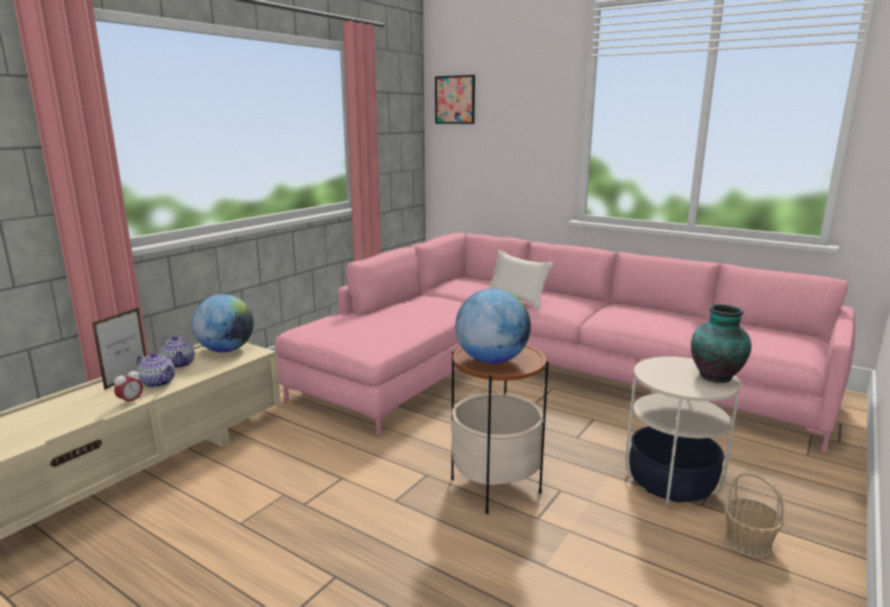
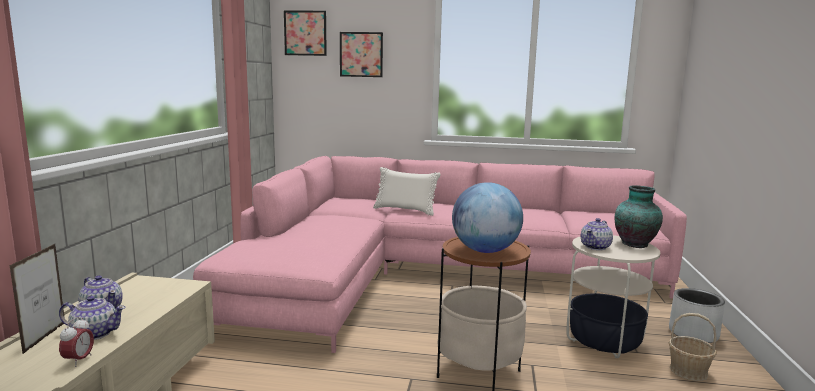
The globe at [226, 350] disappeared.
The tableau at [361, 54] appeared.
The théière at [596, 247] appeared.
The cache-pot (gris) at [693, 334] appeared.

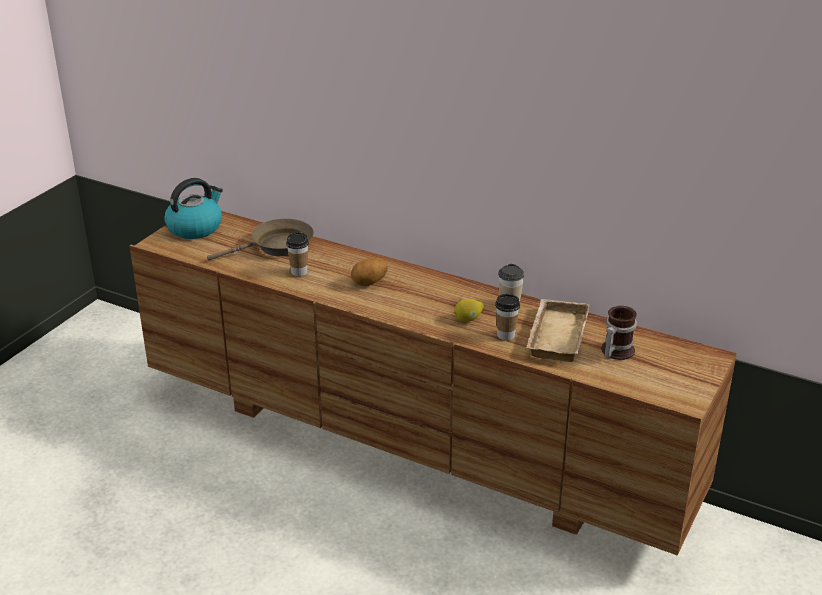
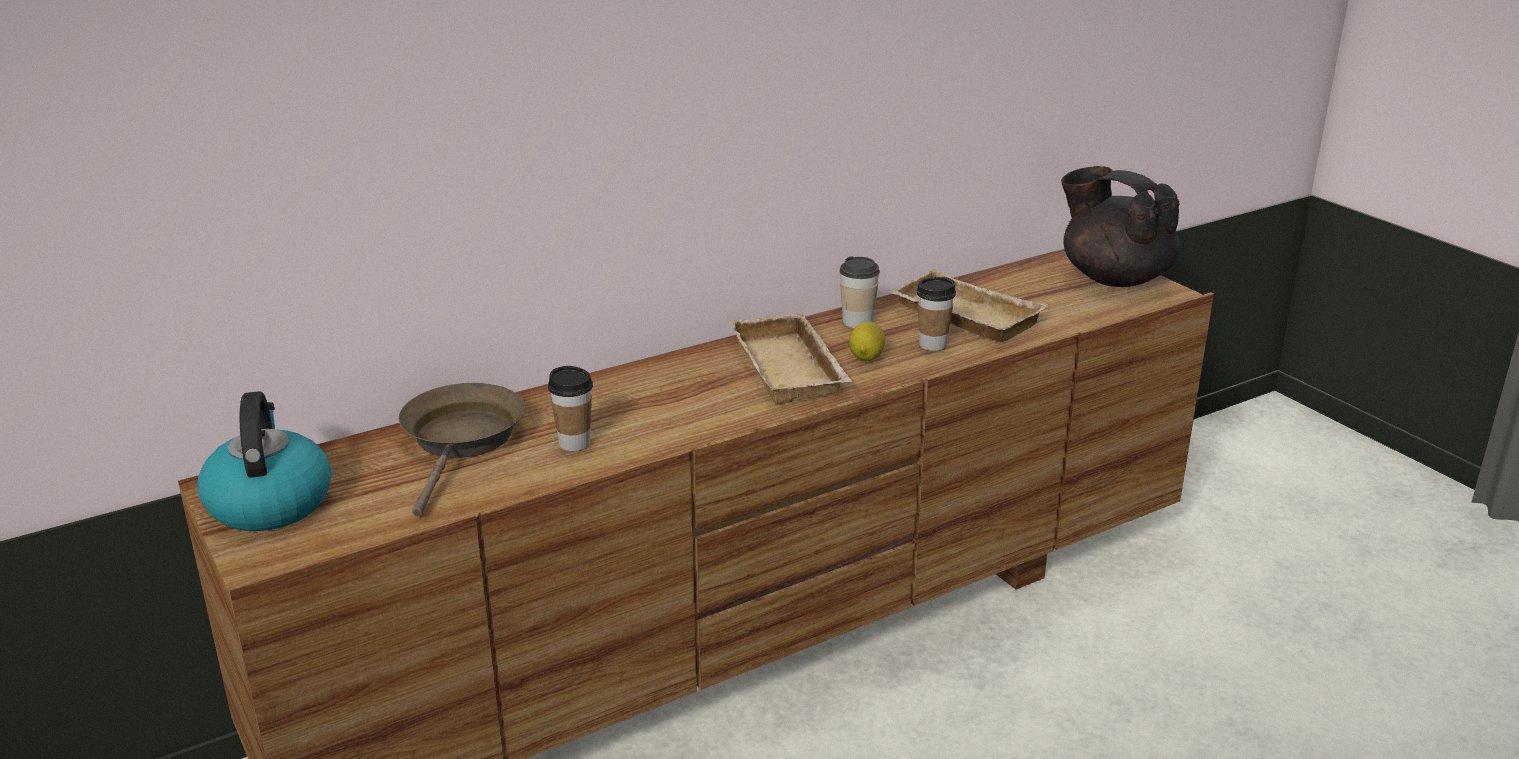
The pomme de terre at [369, 283] disappeared.
The mug at [614, 351] disappeared.
The plateau (beige) at [793, 369] appeared.
The théière (noir) at [1113, 278] appeared.

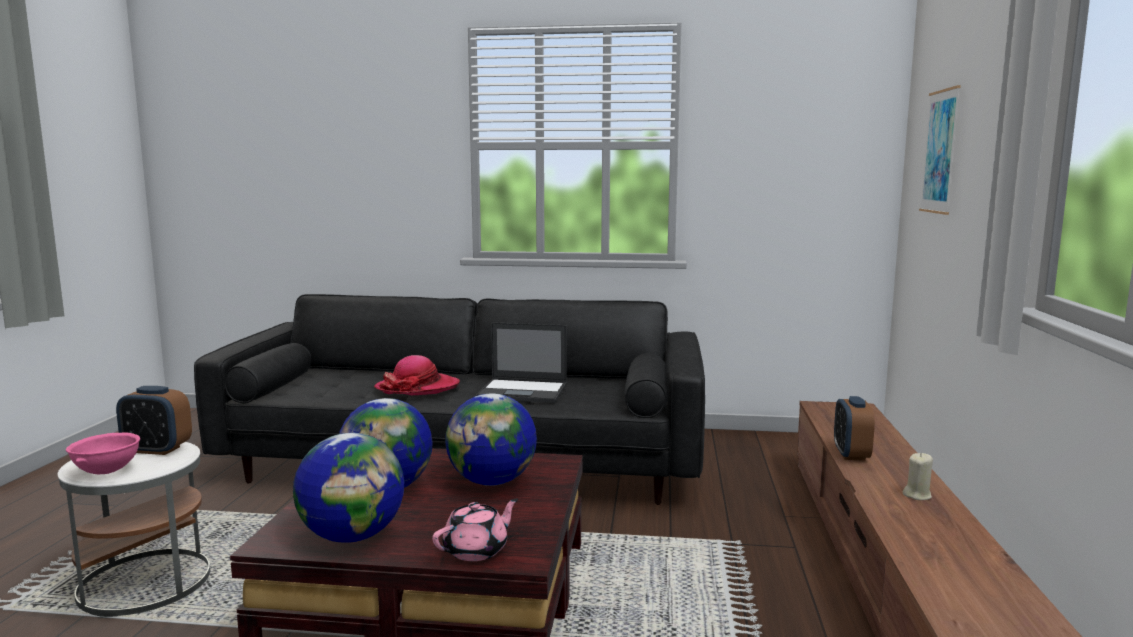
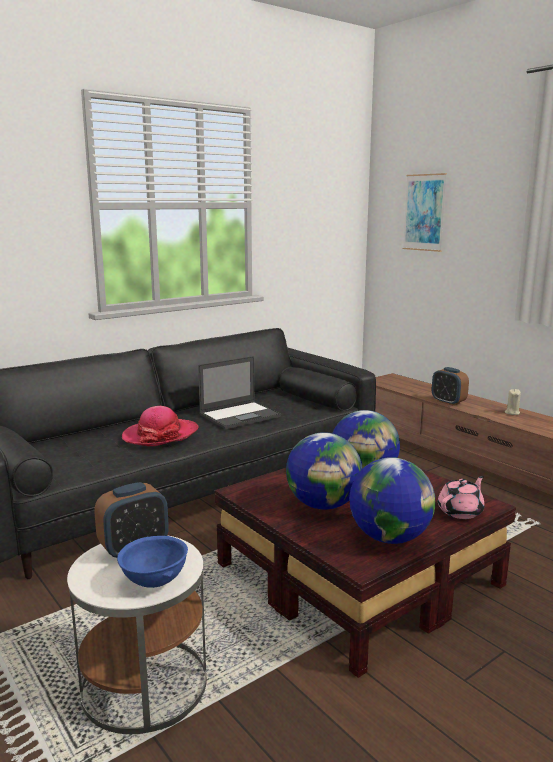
The bol (rose) at [105, 472] became the bol (bleu) at [154, 582].
The théière (rose) at [477, 550] turned 45 degrees clockwise.

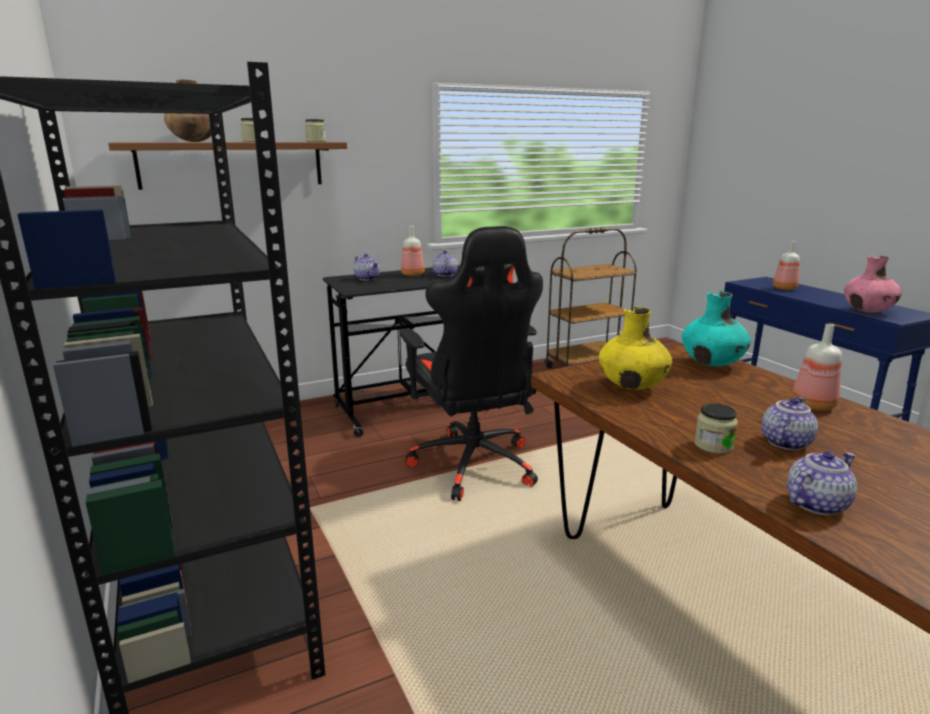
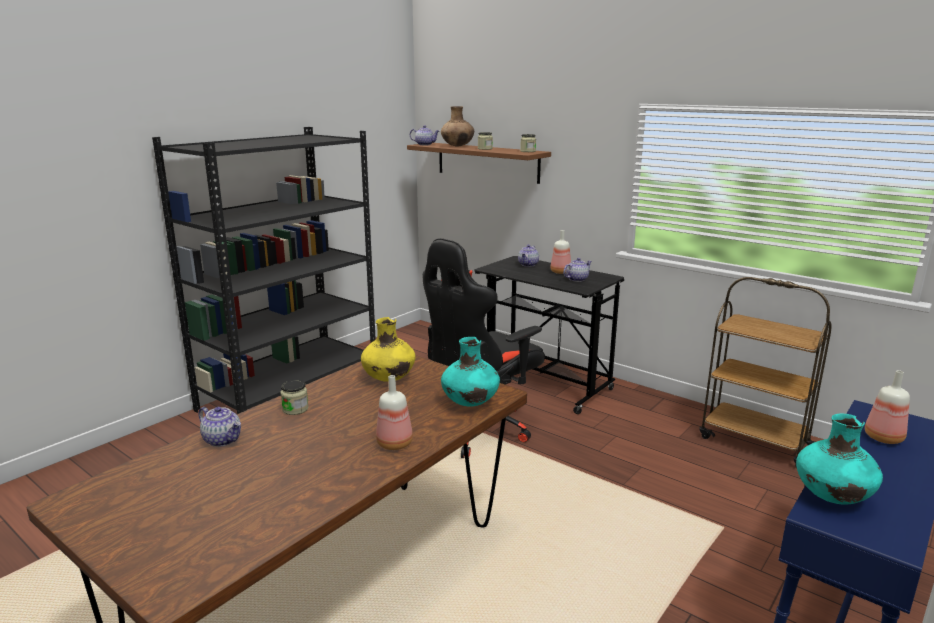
The théière moved from [784, 442] to [425, 144].
The vase (rose) at [868, 311] became the vase (turquoise) at [832, 497].

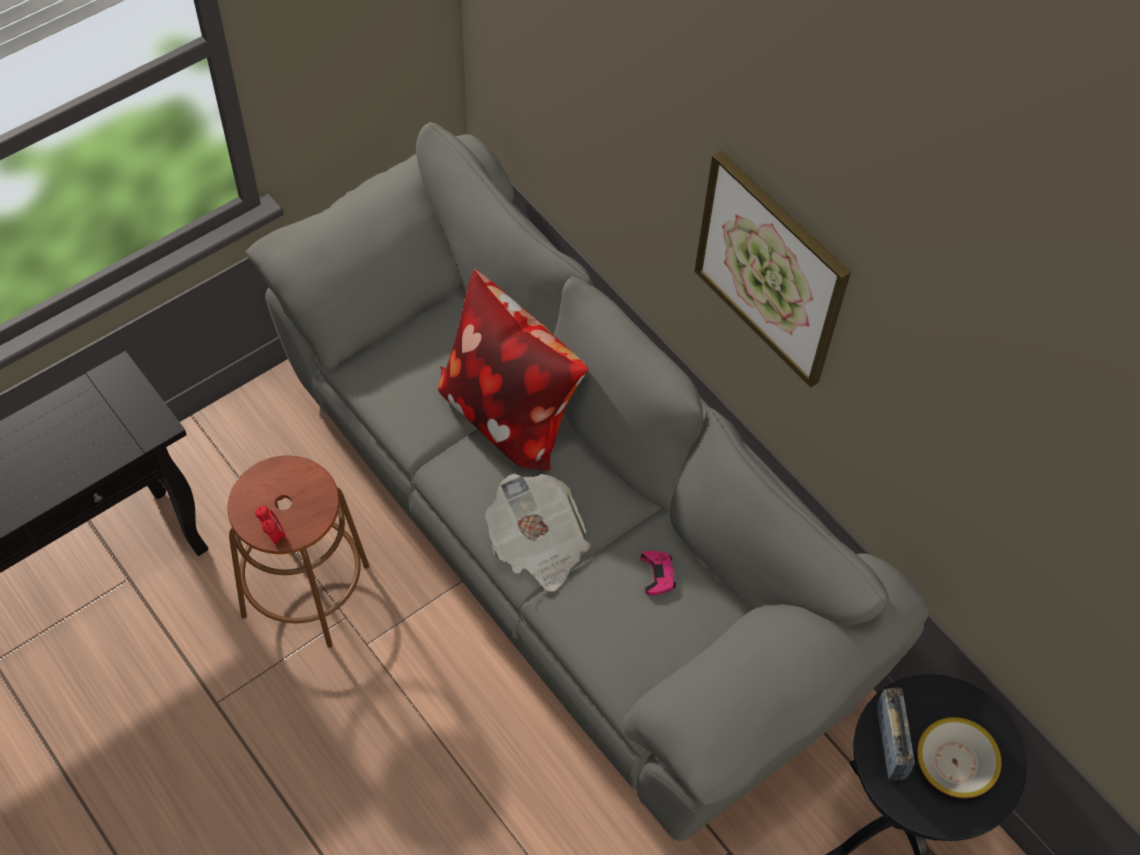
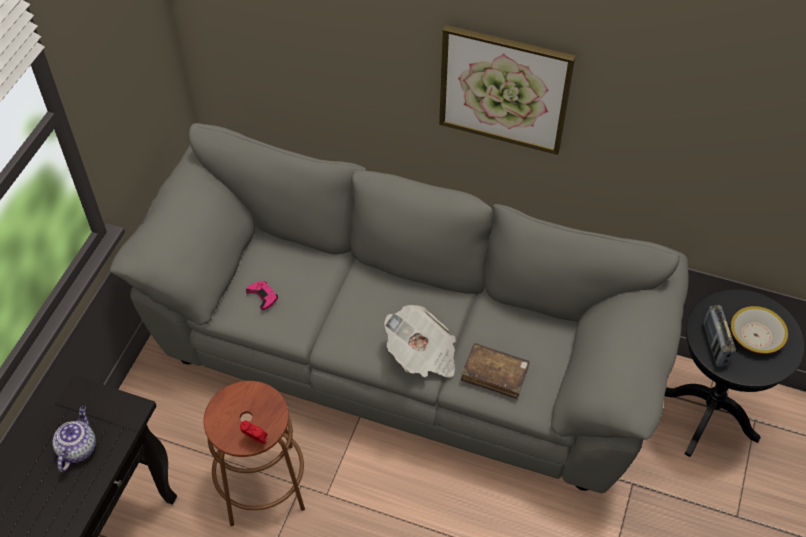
The coussin at [508, 411] disappeared.
The théière at [78, 448] appeared.
The livre (marron) at [495, 374] appeared.
The manette (rose) moved from [657, 574] to [263, 296].
The radio at [890, 742] turned 150 degrees counterclockwise.

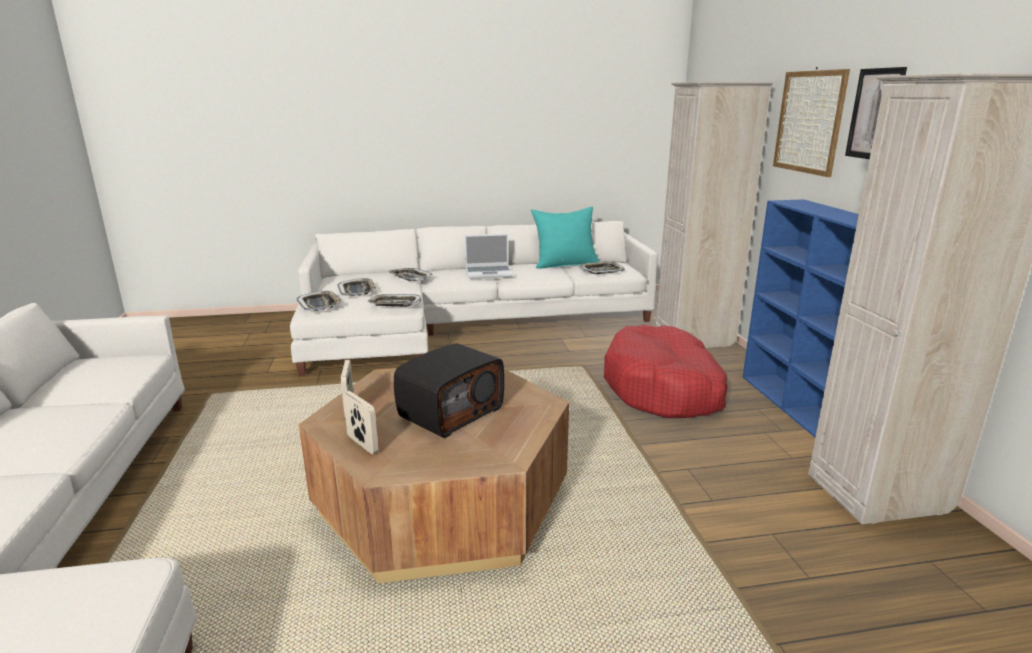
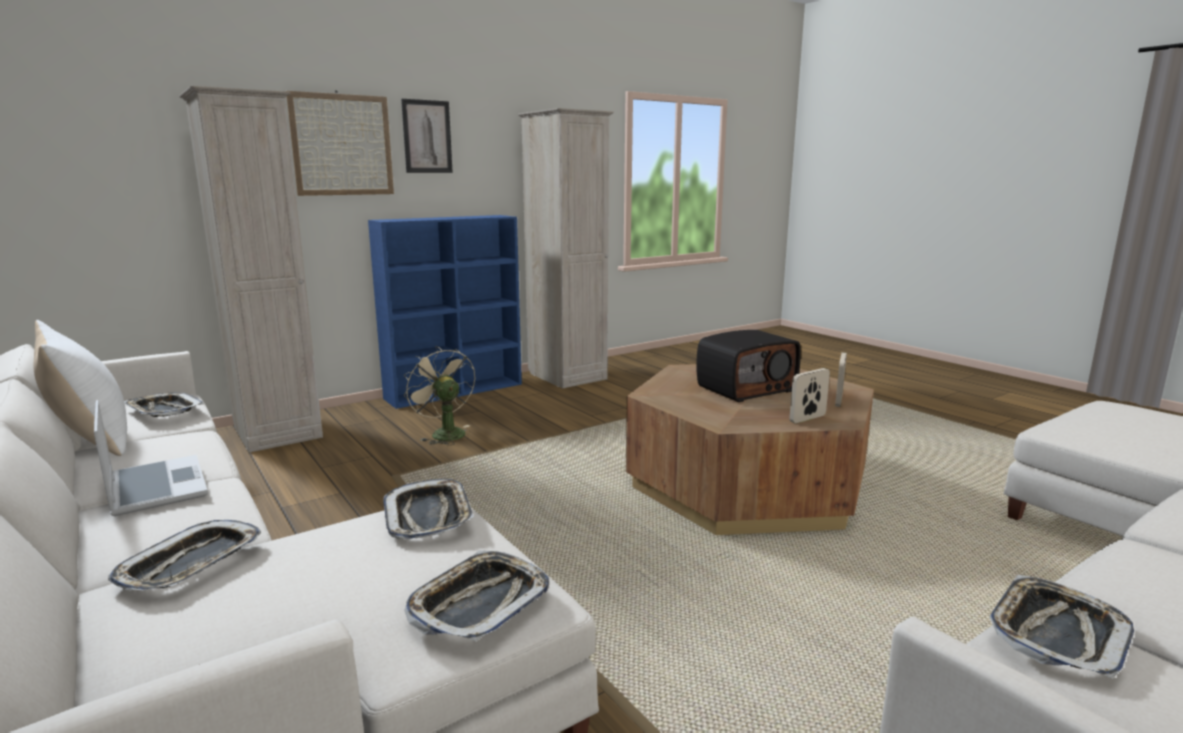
The plateau moved from [357, 291] to [1057, 633].
The panier pour chien (rouge) at [663, 389] was replaced by the ventilateur (beige) at [443, 433].
The coussin (turquoise) at [565, 264] became the coussin (blanc) at [91, 440].
The radio at [450, 412] turned 135 degrees clockwise.

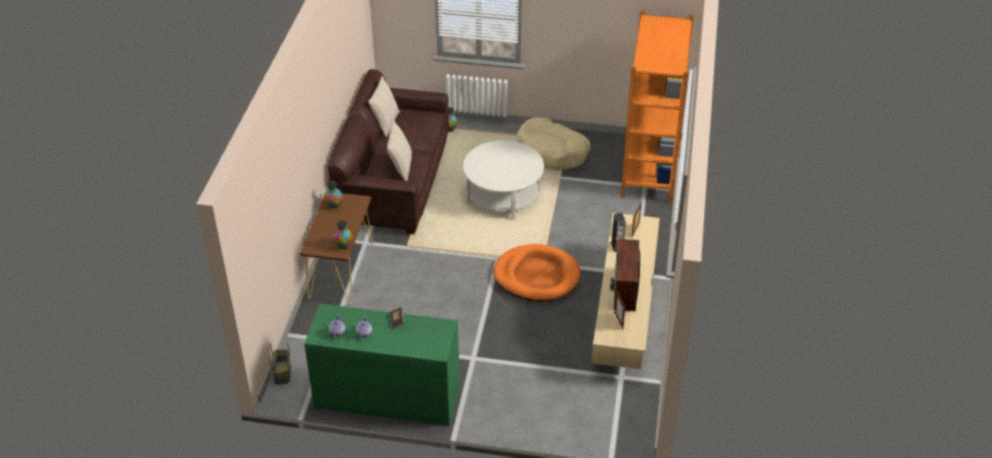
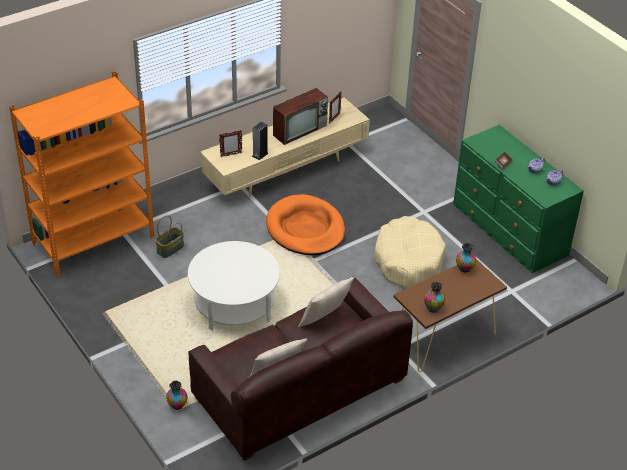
The panier moved from [282, 372] to [170, 249].
The panier pour chien (beige) moved from [552, 152] to [408, 260].

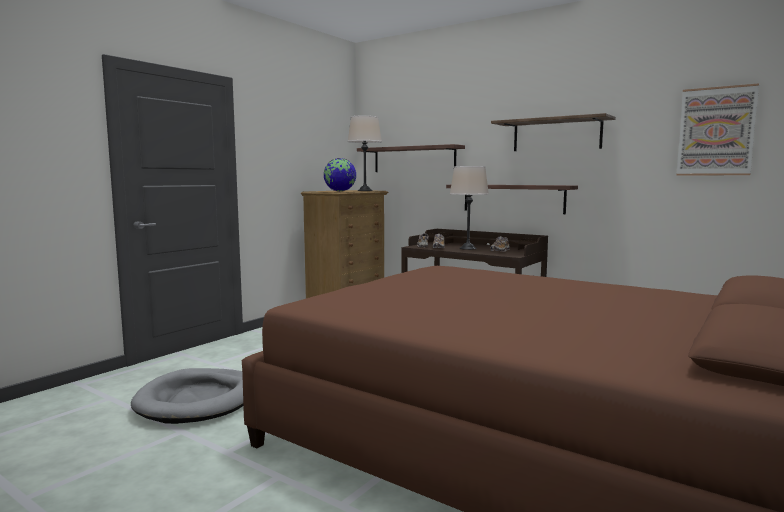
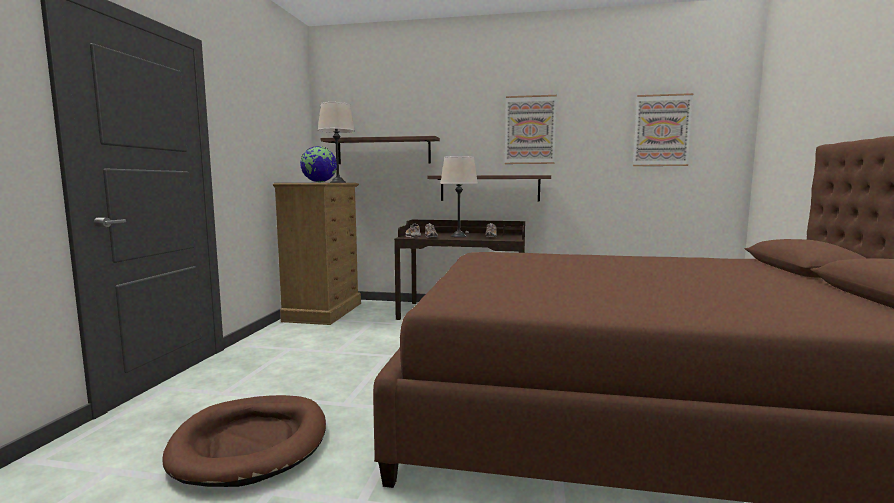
The étagère at [556, 135] was replaced by the tableau at [530, 130].
The panier pour chien (gris) at [199, 400] became the panier pour chien (marron) at [251, 443].

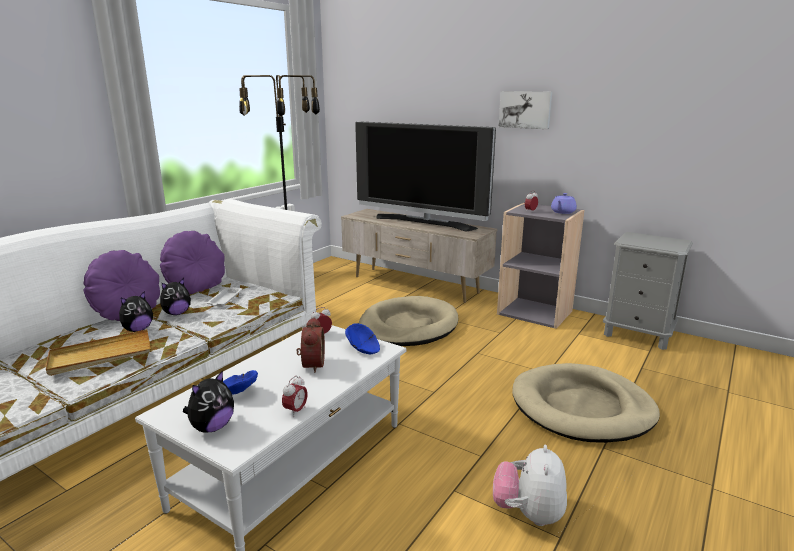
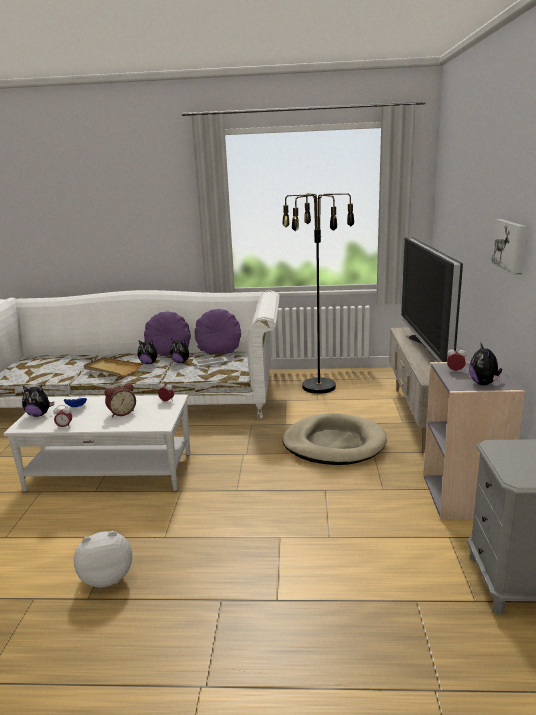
The bol (bleu) at [363, 349] disappeared.
The panier pour chien (beige) at [582, 407] disappeared.
The théière (violet) at [562, 212] was replaced by the peluche at [484, 384].

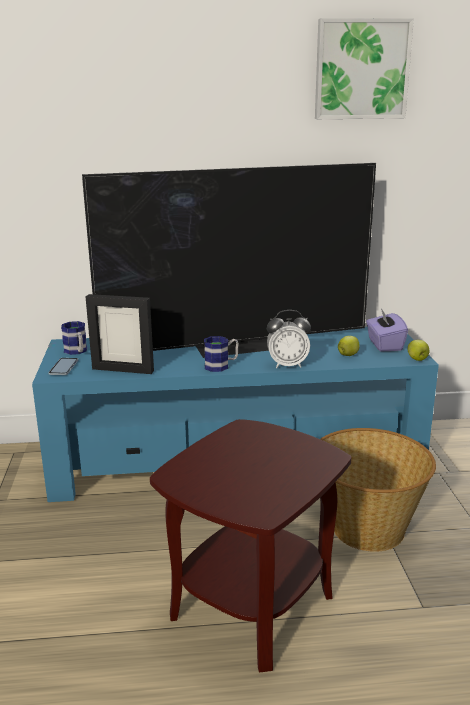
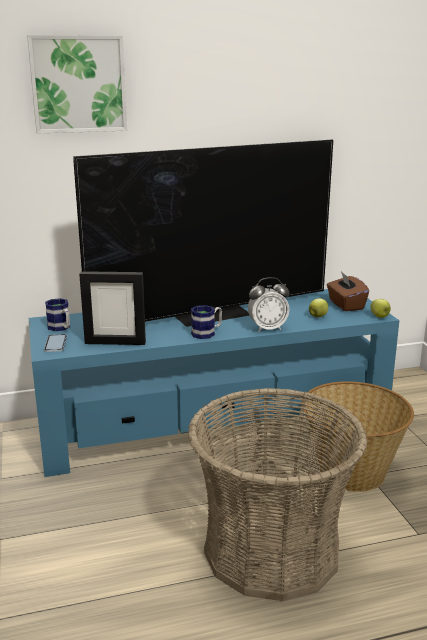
The tableau moved from [361, 70] to [78, 84].
The table d'appoint (marron) at [252, 606] was replaced by the panier at [272, 550].
The boîte à mouchoirs (violet) at [384, 344] became the boîte à mouchoirs (marron) at [345, 305].

